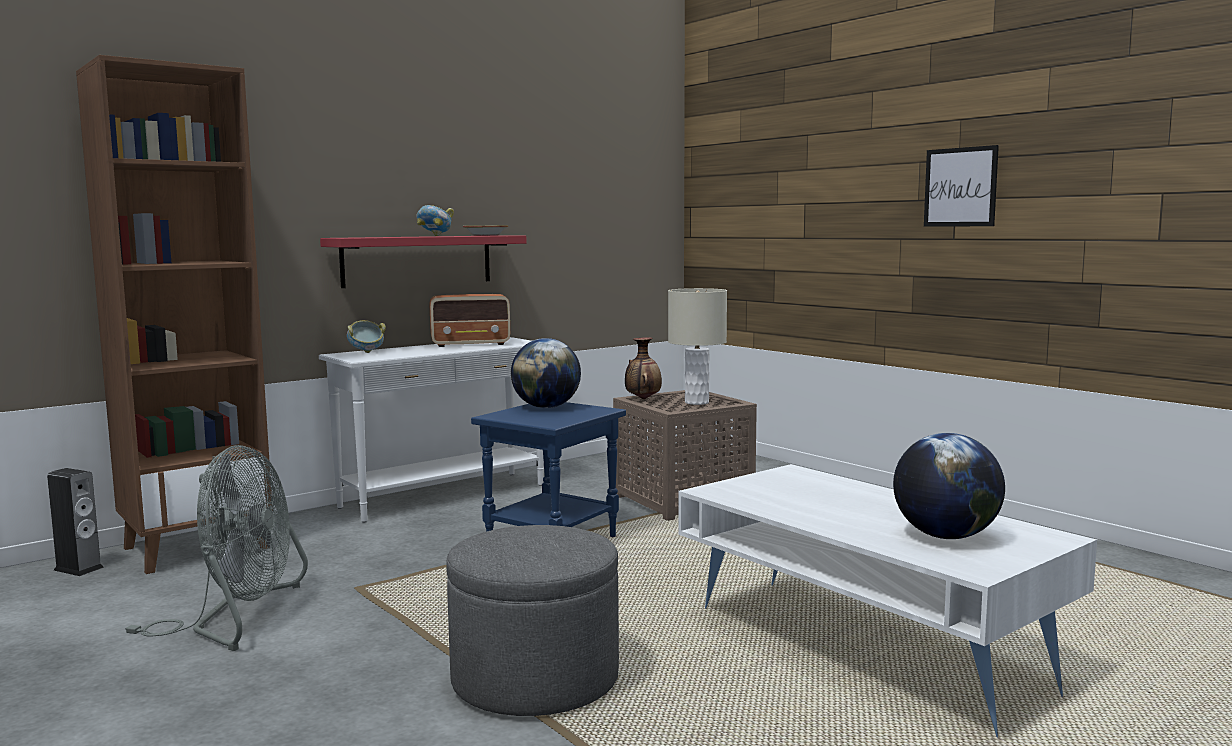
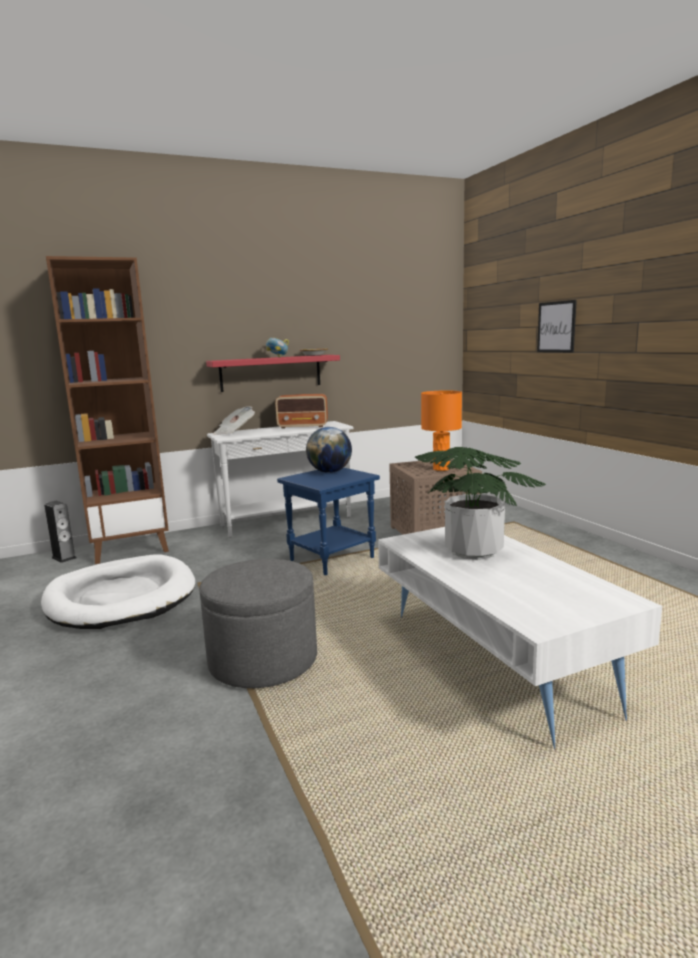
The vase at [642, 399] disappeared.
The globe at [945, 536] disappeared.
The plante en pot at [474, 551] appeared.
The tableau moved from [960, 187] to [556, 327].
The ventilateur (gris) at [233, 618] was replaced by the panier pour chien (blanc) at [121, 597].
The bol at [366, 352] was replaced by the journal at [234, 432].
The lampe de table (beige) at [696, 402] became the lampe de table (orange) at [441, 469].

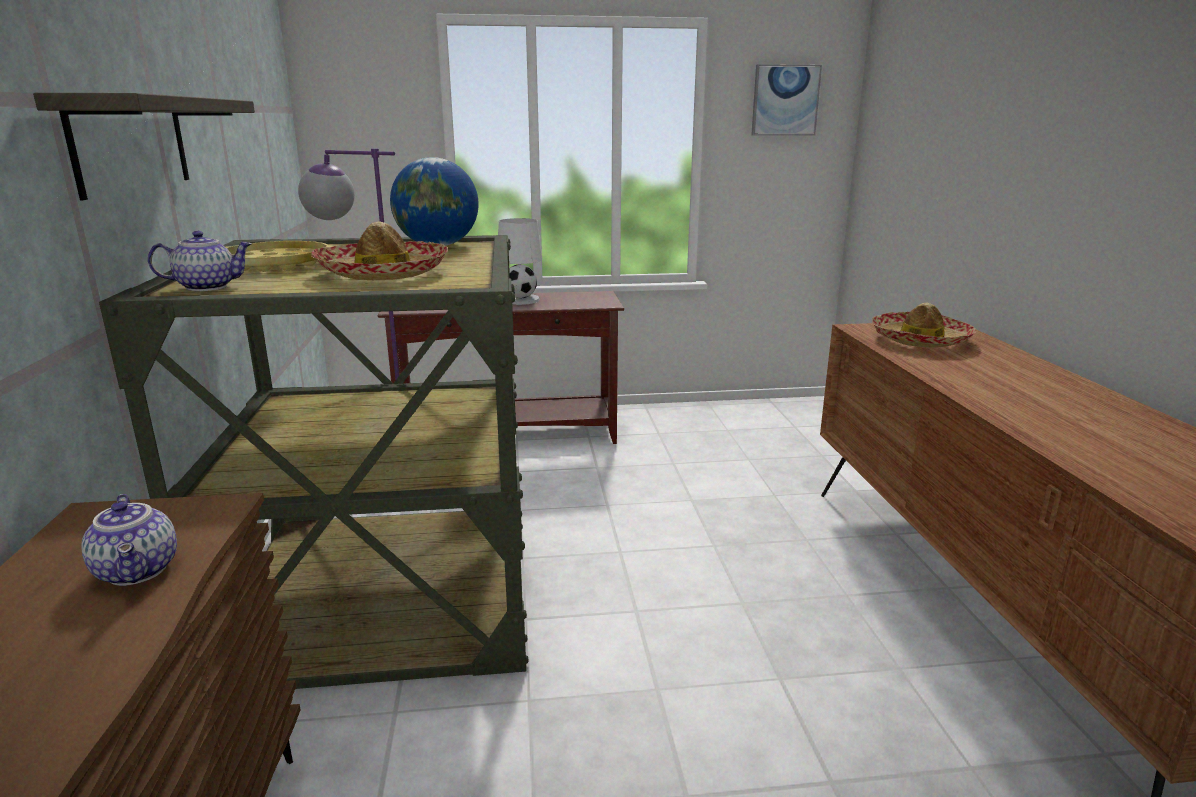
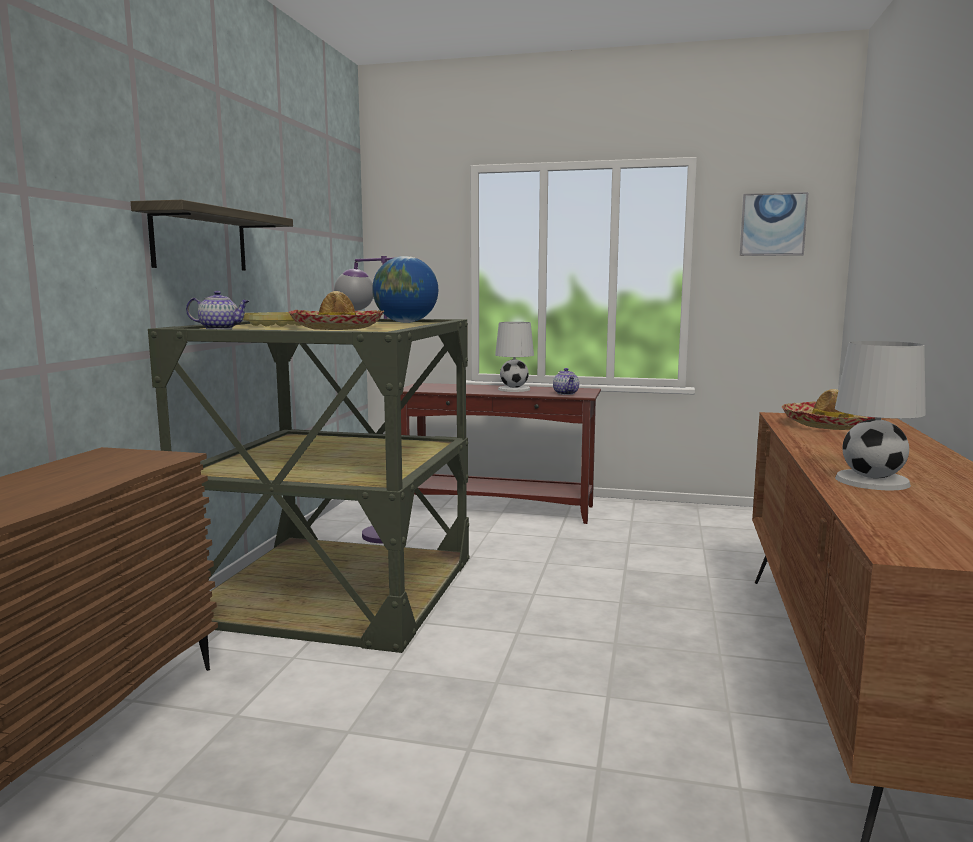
The lampe de table (blanc) at [871, 480] appeared.
The théière moved from [139, 571] to [566, 393].

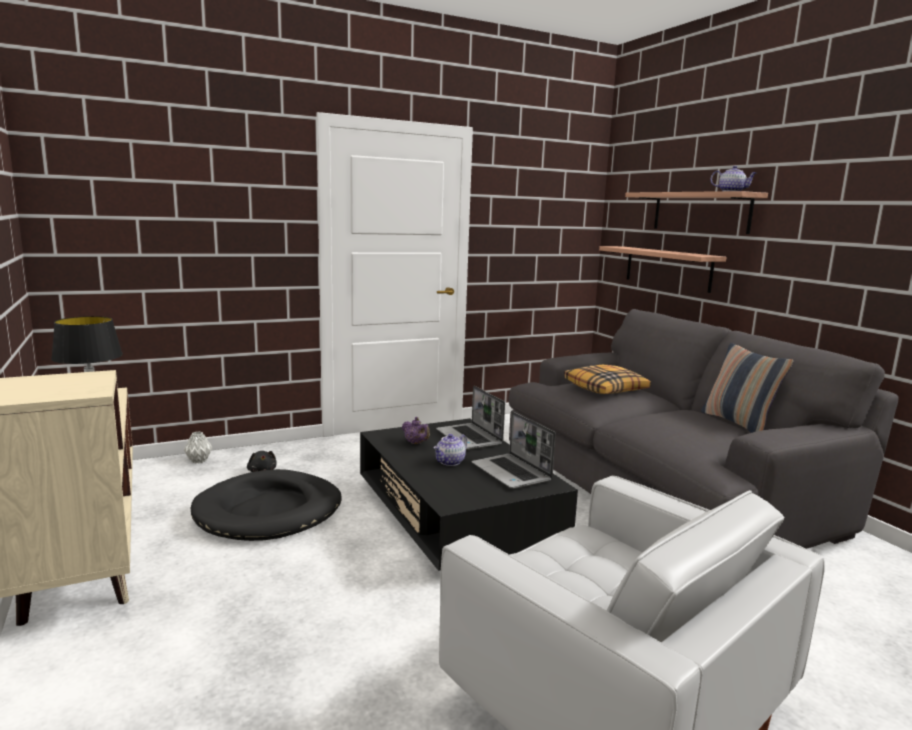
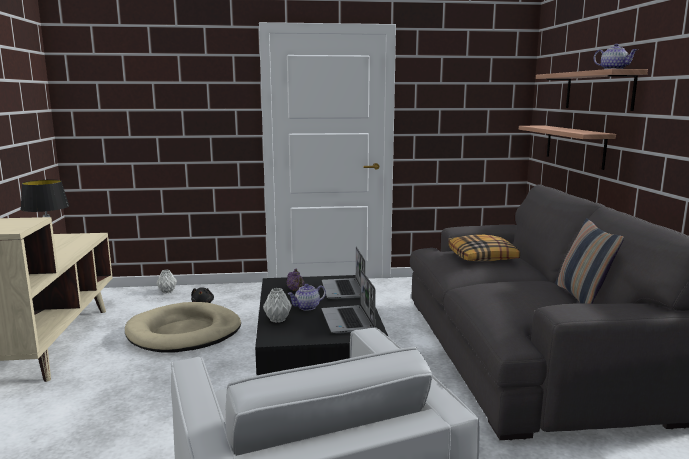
The vase (gris) at [277, 320] appeared.
The panier pour chien (noir) at [269, 511] became the panier pour chien (beige) at [184, 332].

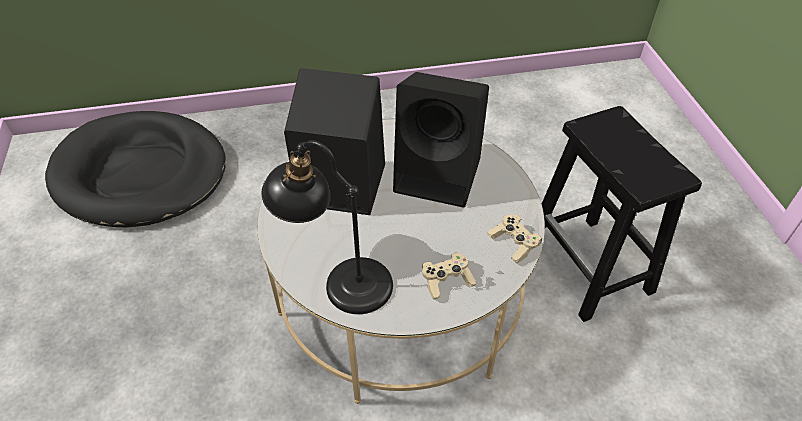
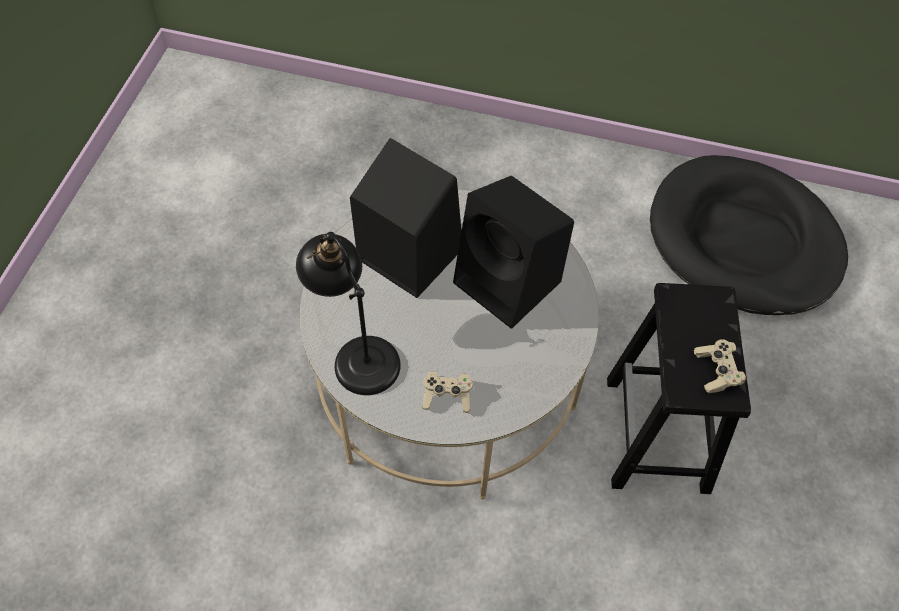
The panier pour chien (noir) moved from [141, 173] to [743, 241].
The manette (beige) moved from [514, 243] to [717, 371].

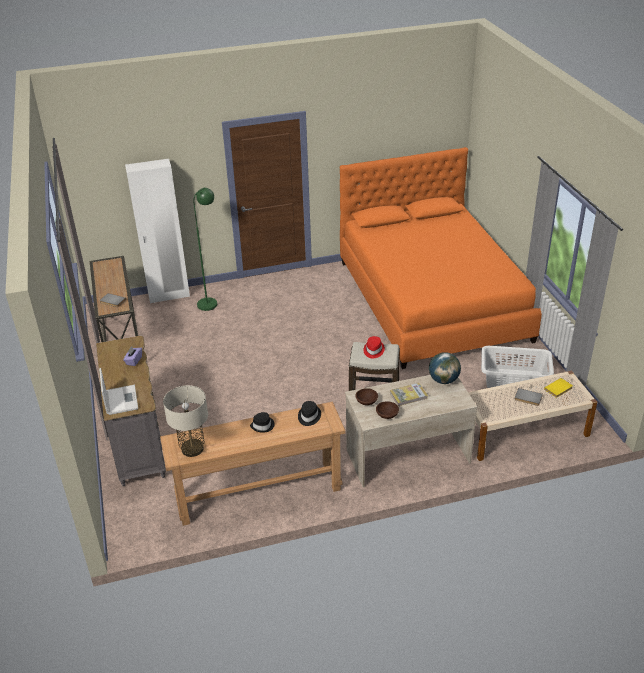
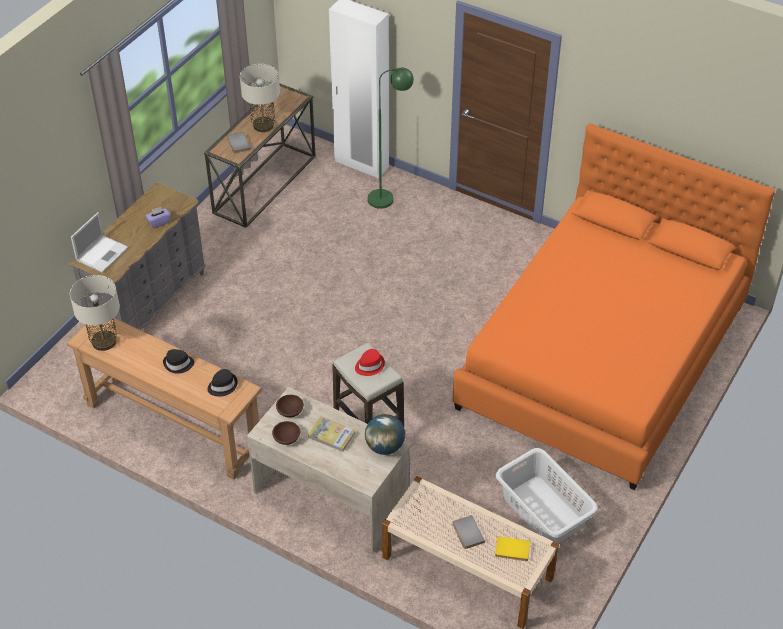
The lampe de table at [263, 125] appeared.

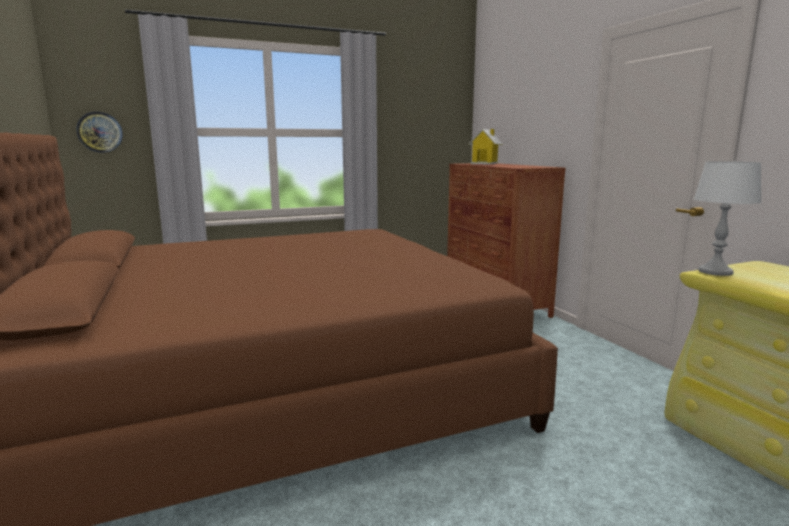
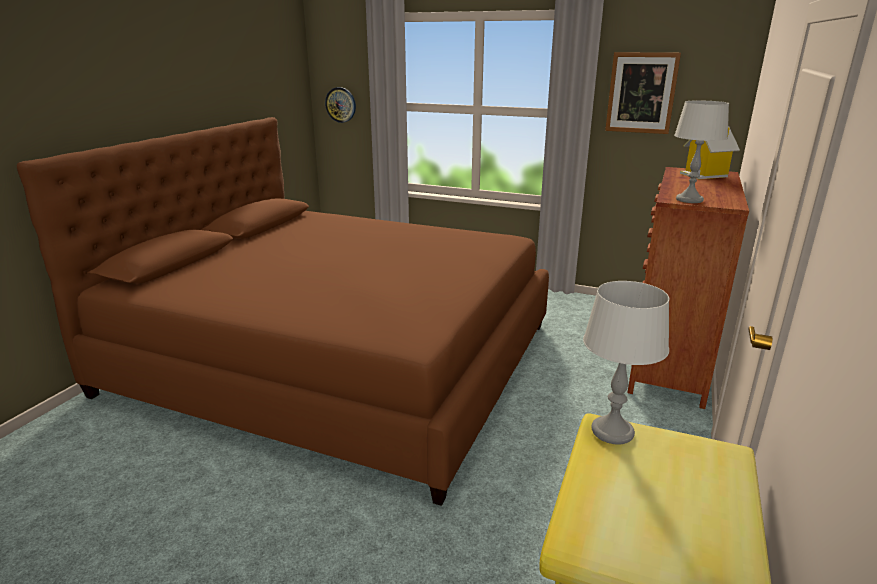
The tableau at [641, 93] appeared.
The lampe de table (gris) at [689, 200] appeared.

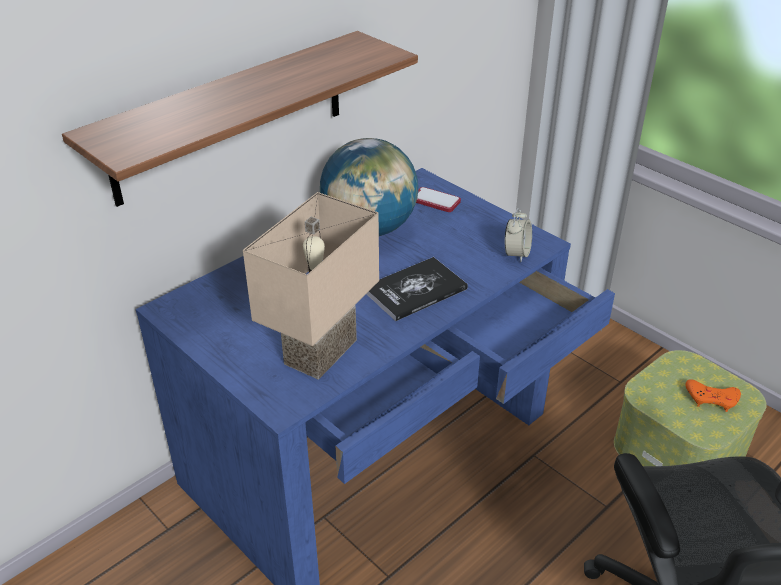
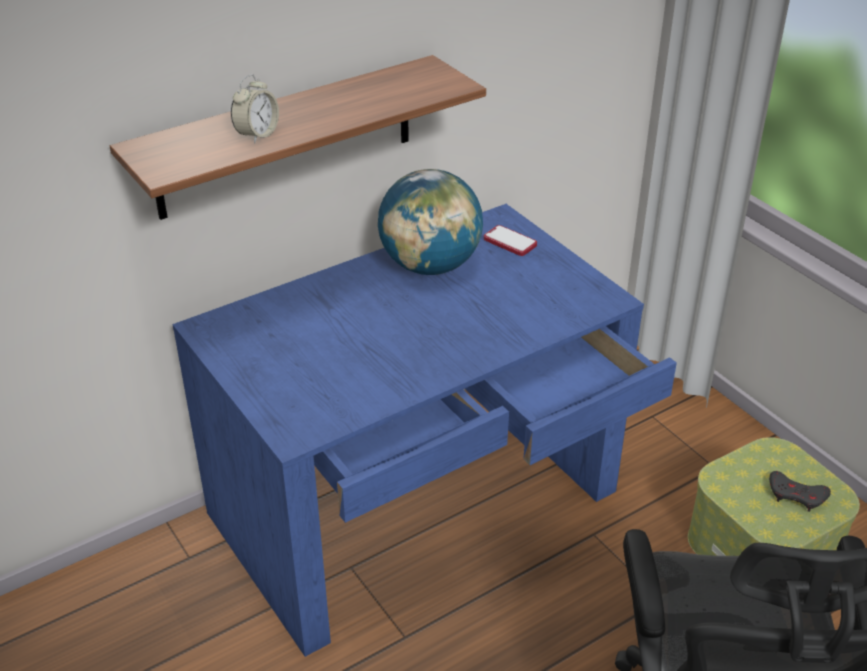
The lampe de table (beige) at [318, 350] disappeared.
The livre at [415, 290] disappeared.
The réveil moved from [516, 254] to [257, 135].
The manette (orange) at [712, 398] became the manette (gris) at [796, 495].

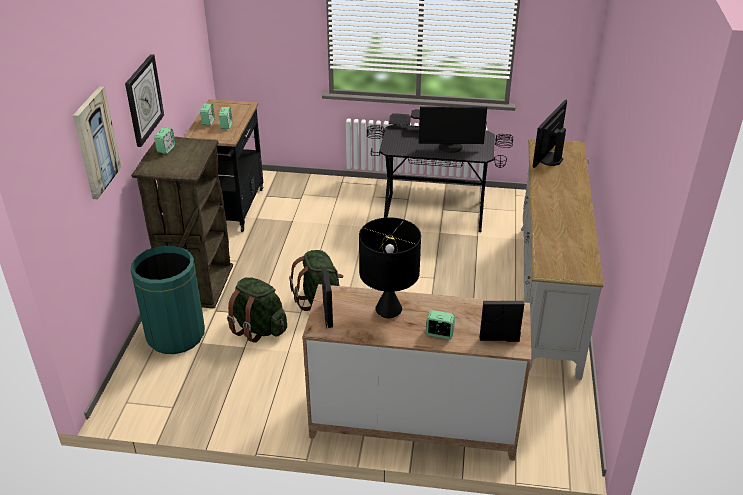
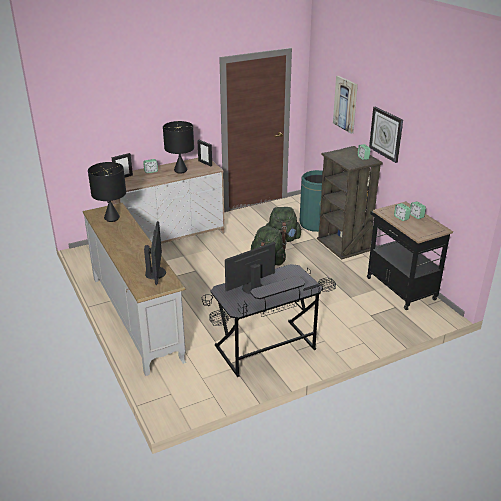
The lampe de table (noir) at [112, 219] appeared.

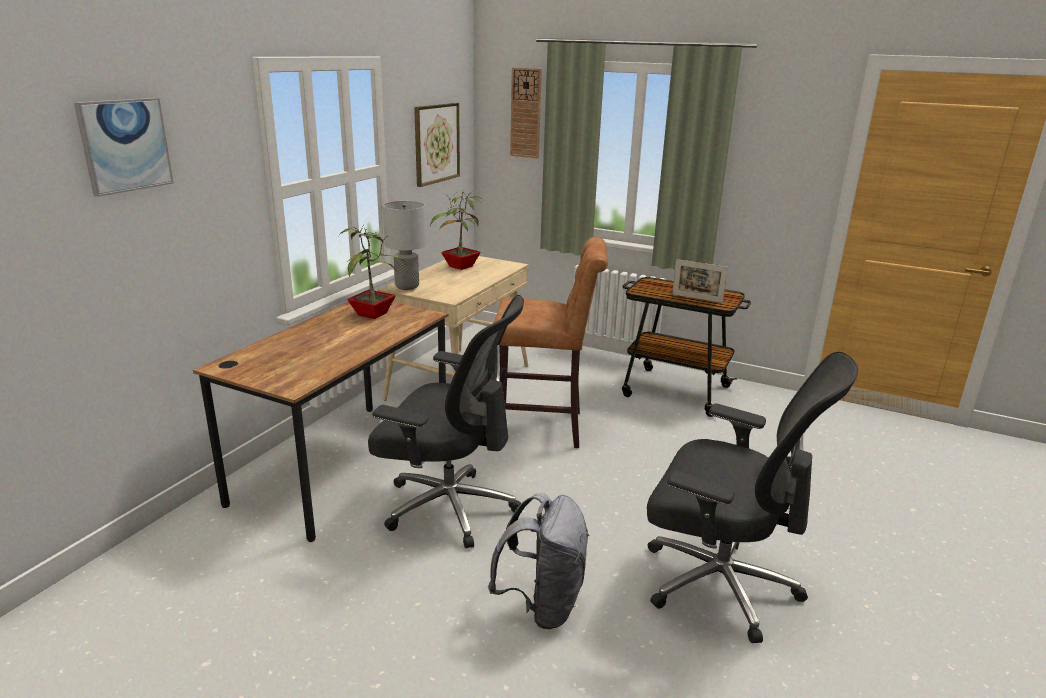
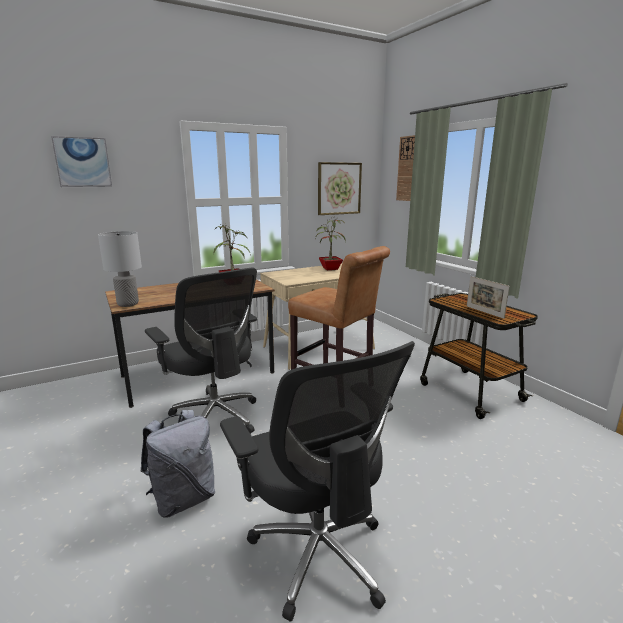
The lampe de table (gris) moved from [406, 288] to [128, 305].

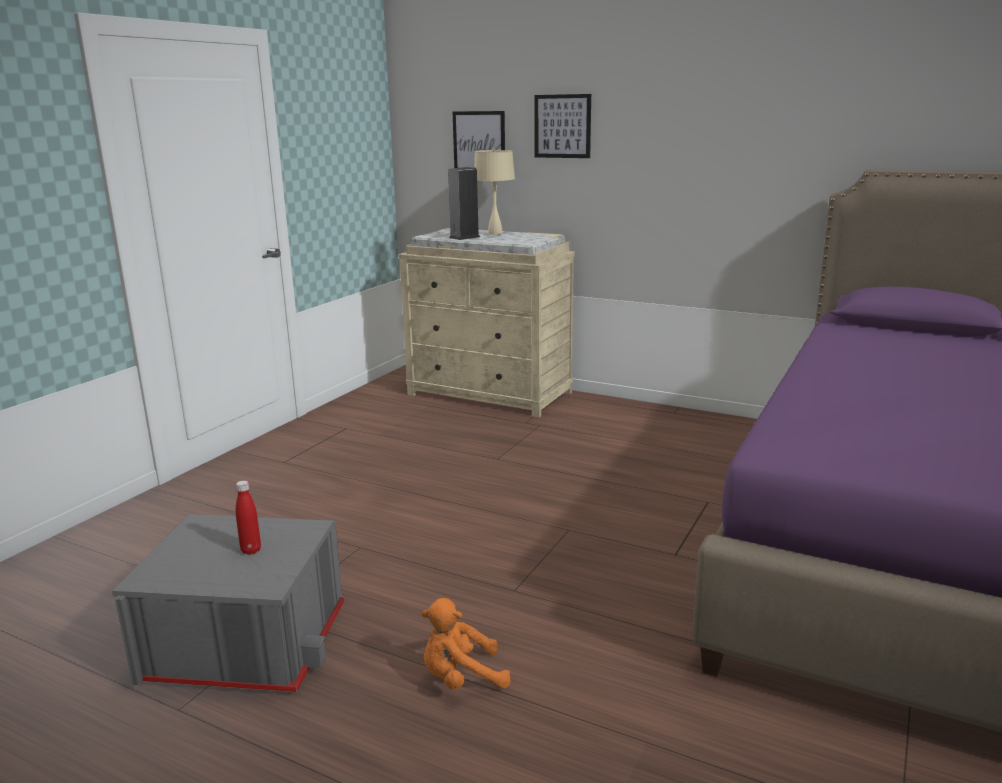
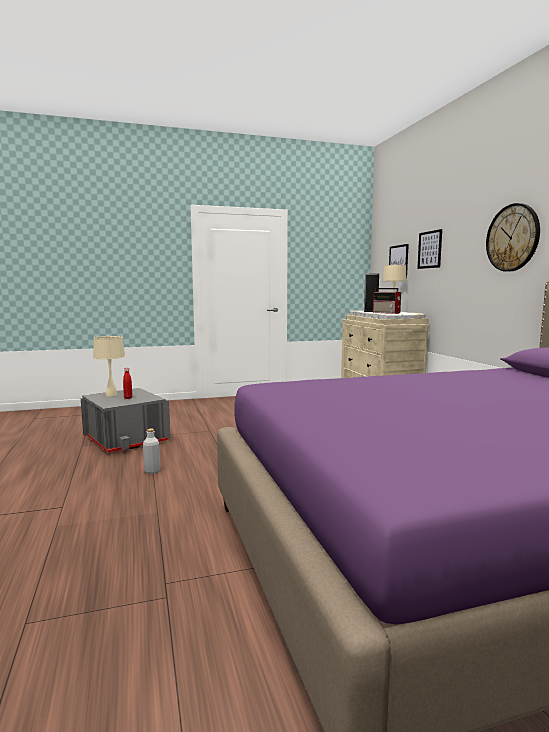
The lampe de table (beige) at [111, 395] appeared.
The radio at [386, 313] appeared.
The horloge murale at [512, 238] appeared.
The peluche (orange) at [461, 678] was replaced by the bouteille (gris) at [152, 471].

